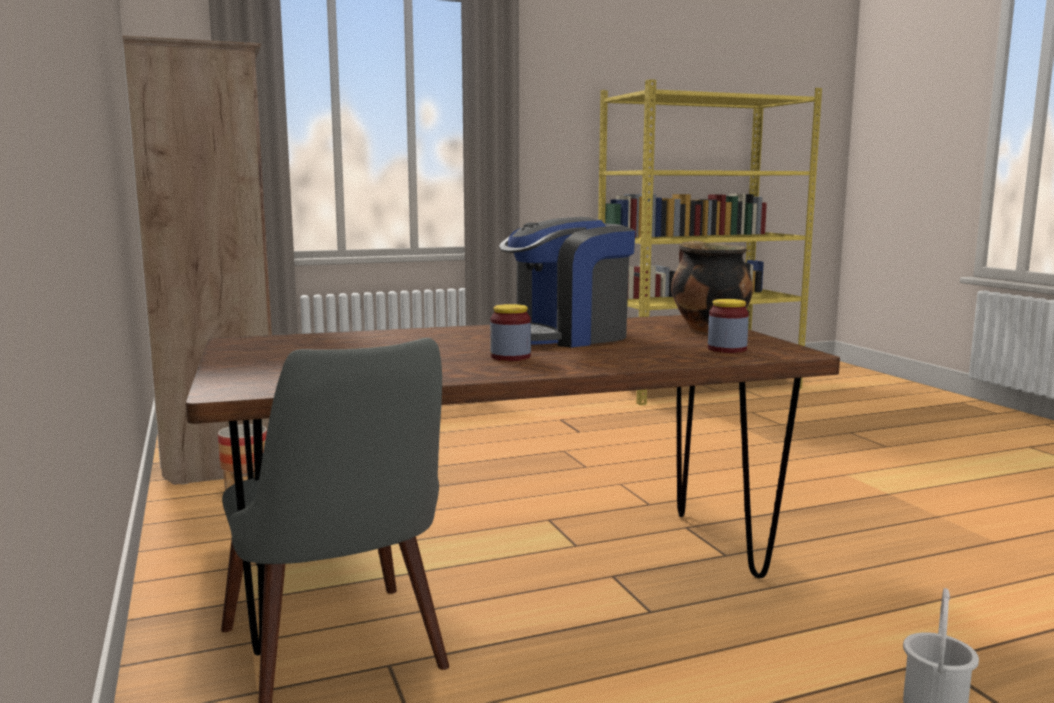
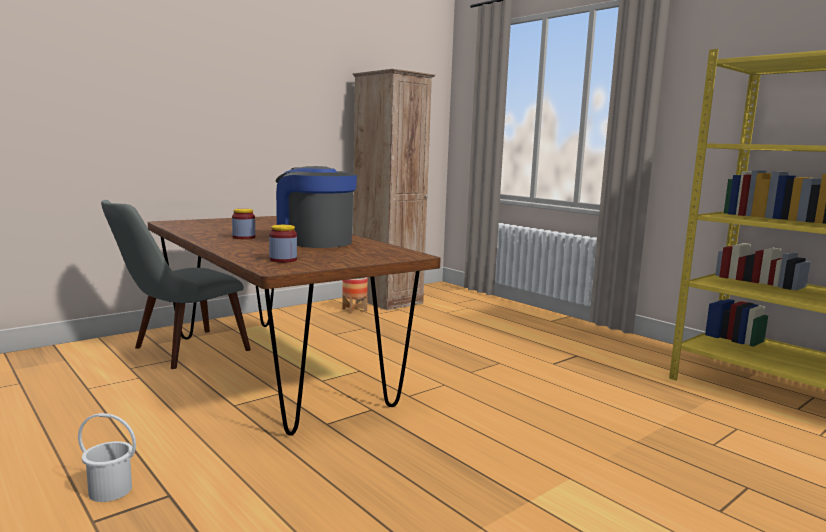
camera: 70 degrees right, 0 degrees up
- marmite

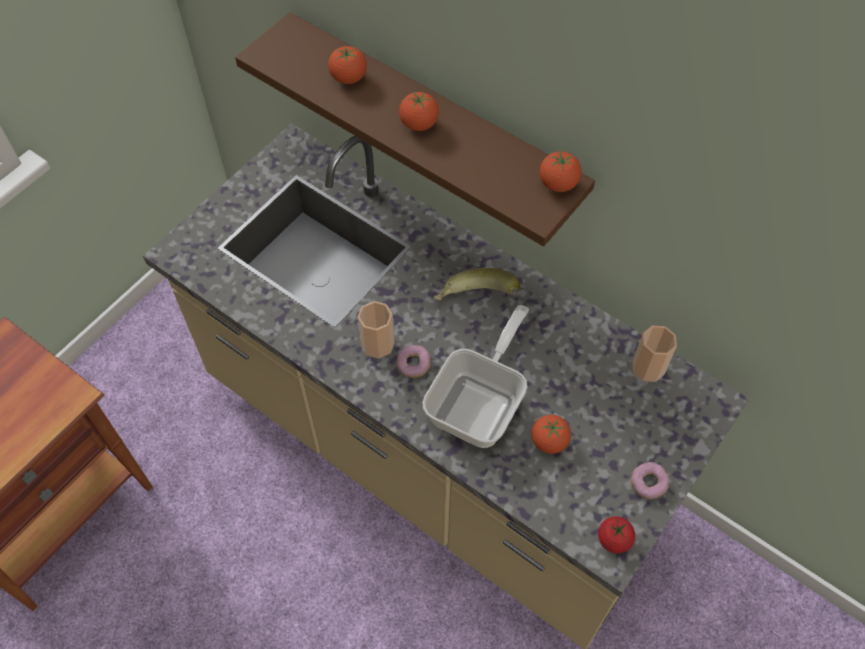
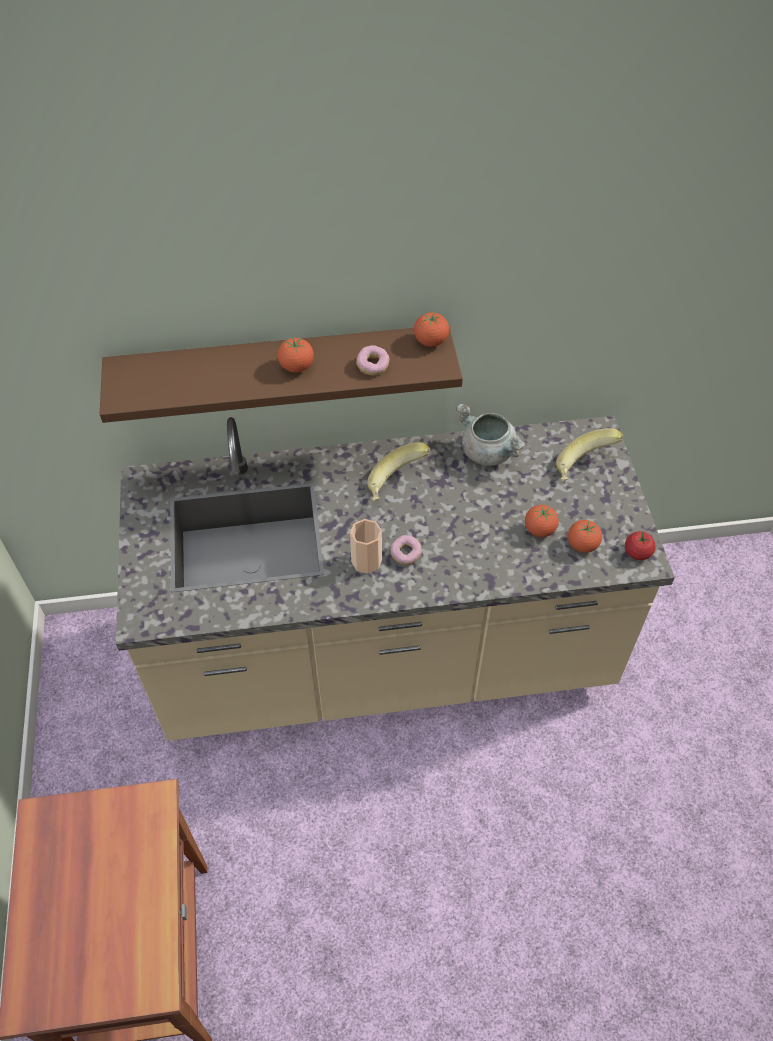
camera: 45 degrees left, 5 degrees down
~ beignet (2nd from left in the first image) to beignet (1st from left)
+ marmite (gris)
+ banane (2nd from left)
~ tomate (1st from left in the first image) to tomate (4th from left)
- poêle
- tasse (2nd from left)

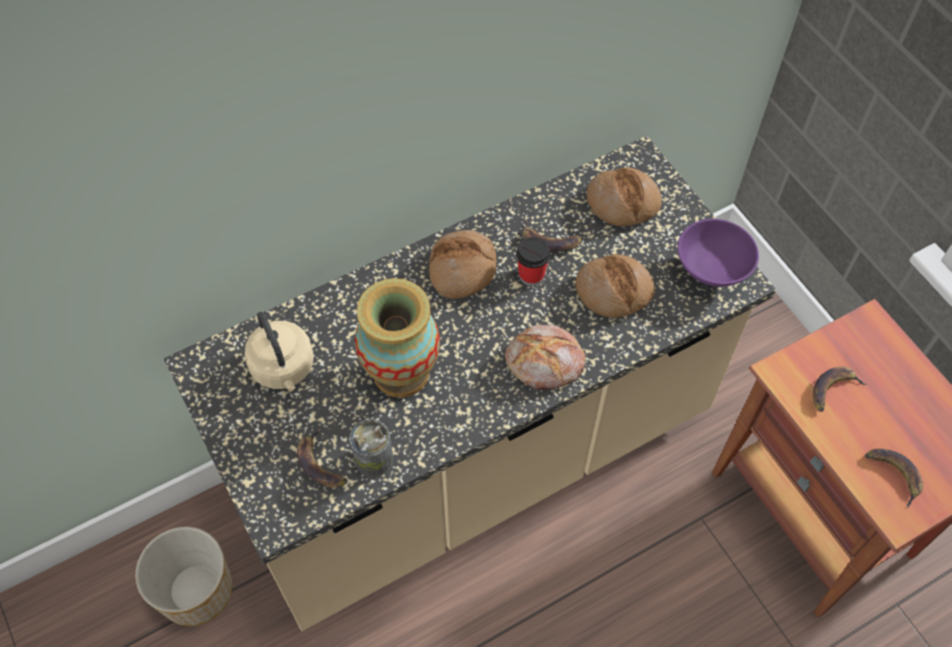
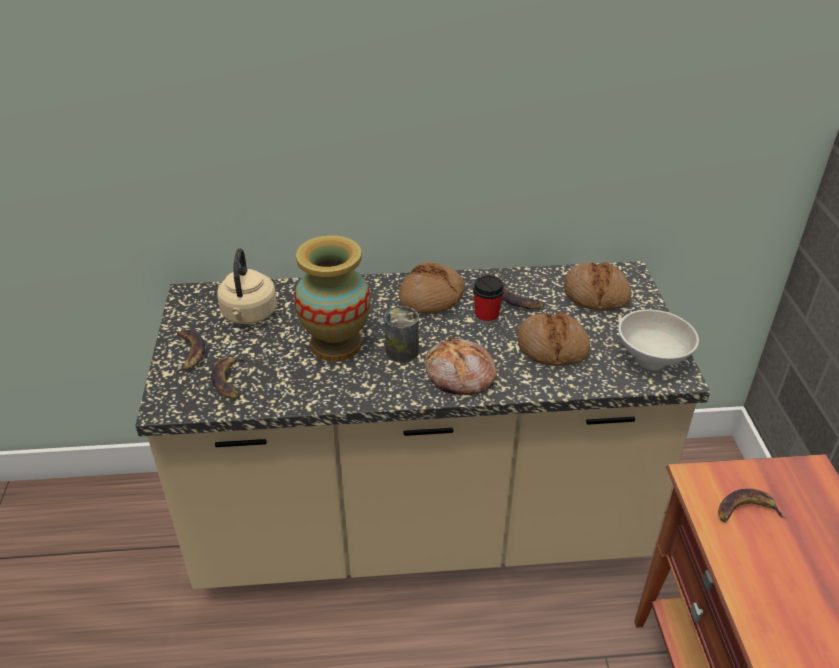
camera: 25 degrees right, 20 degrees down
~ banane (4th from left in the first image) to banane (1st from left)
~ boîte métallique
~ bol (violet) to bol (blanc)
- cache-pot

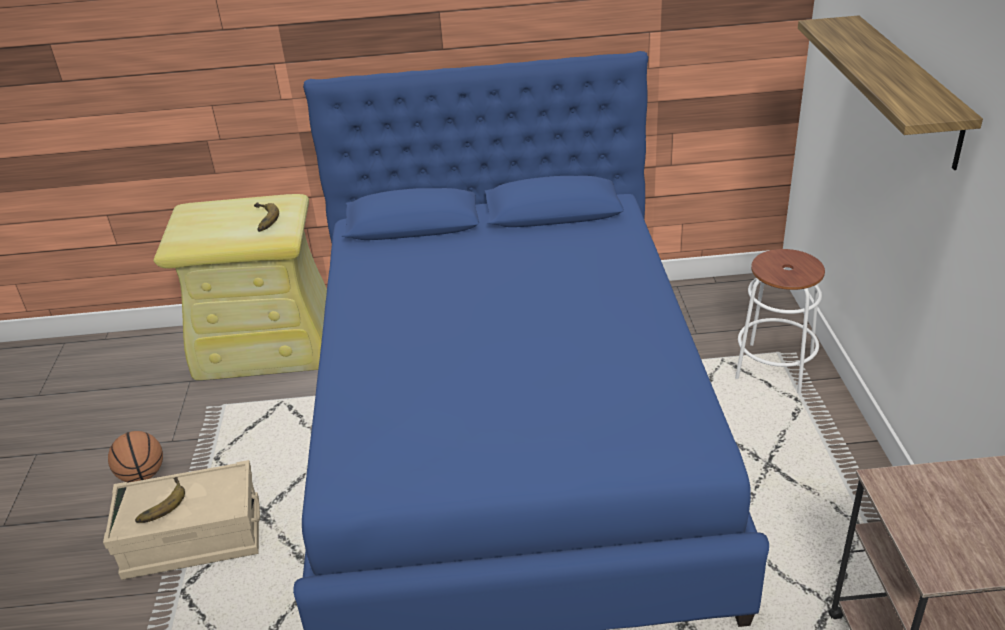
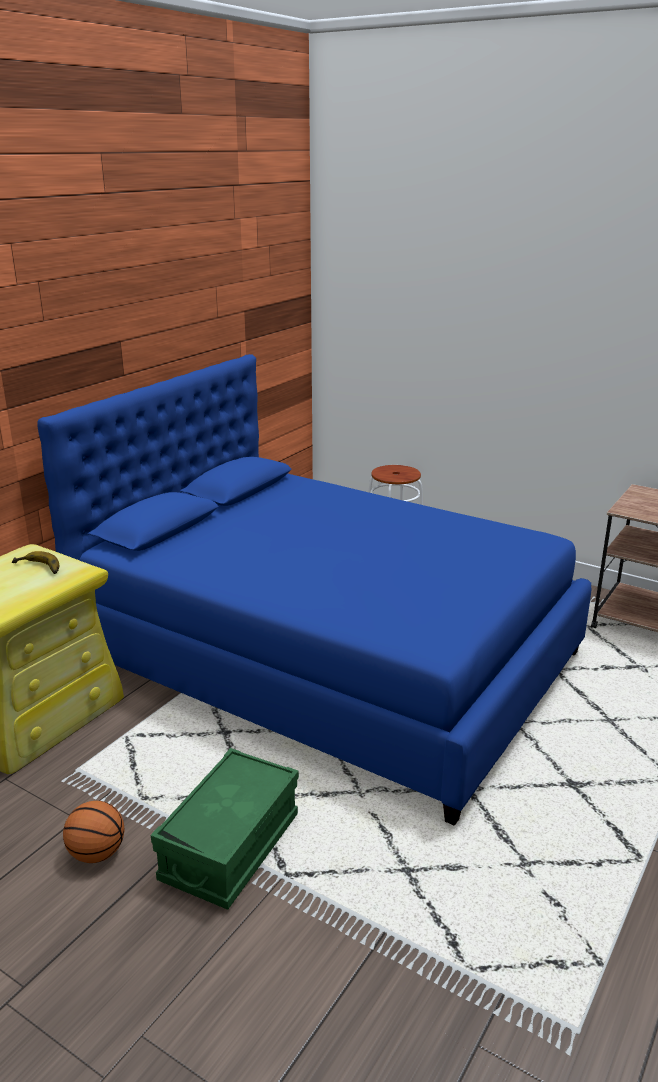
camera: 55 degrees left, 10 degrees down
~ boîte de rangement (beige) to boîte de rangement (vert)
- banane (1st from left)
- étagère

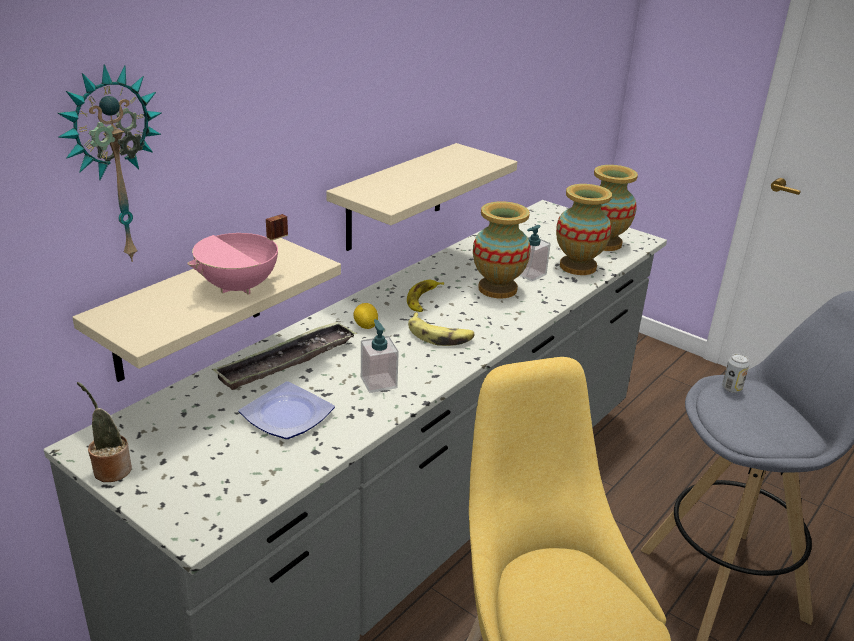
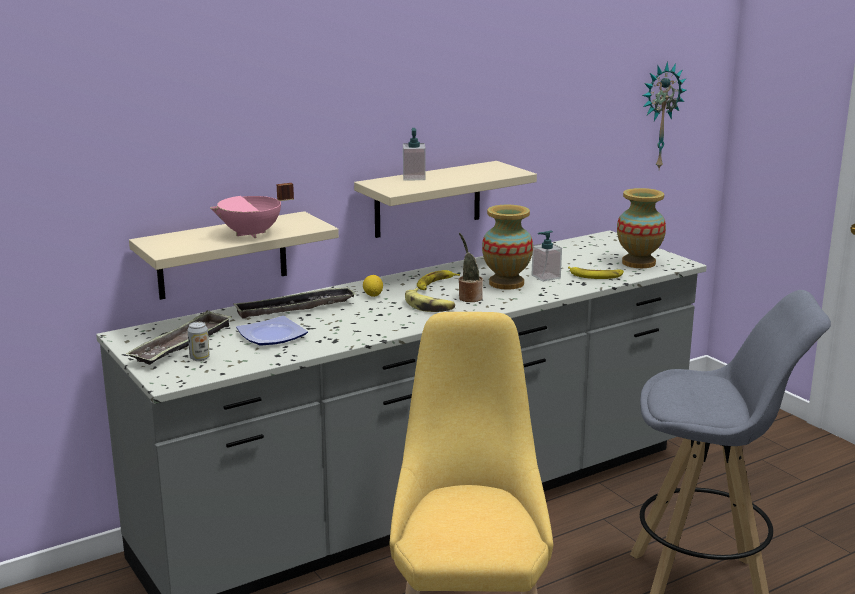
camera: 20 degrees right, 10 degrees down
+ plateau (1st from left)
~ boîte métallique
~ distributeur de savon (1st from left)
~ plante en pot
~ vase (2nd from left) to banane (3rd from left)
~ horloge murale

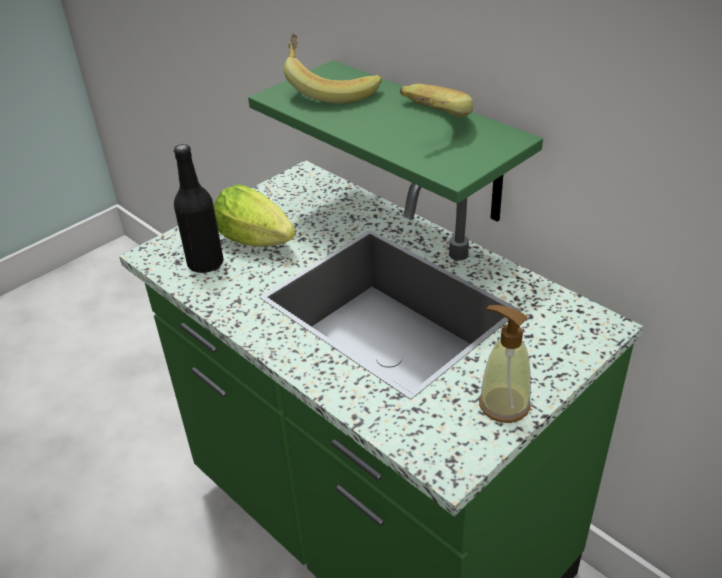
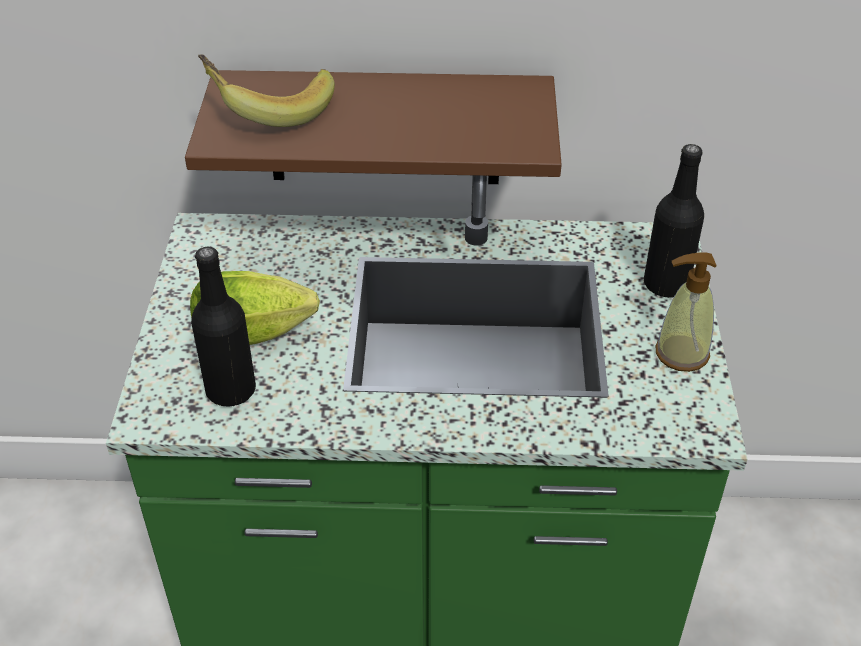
camera: 45 degrees left, 5 degrees up
~ étagère (vert) to étagère (marron)
+ bouteille (noir) (2nd from left)
- banane (2nd from left)

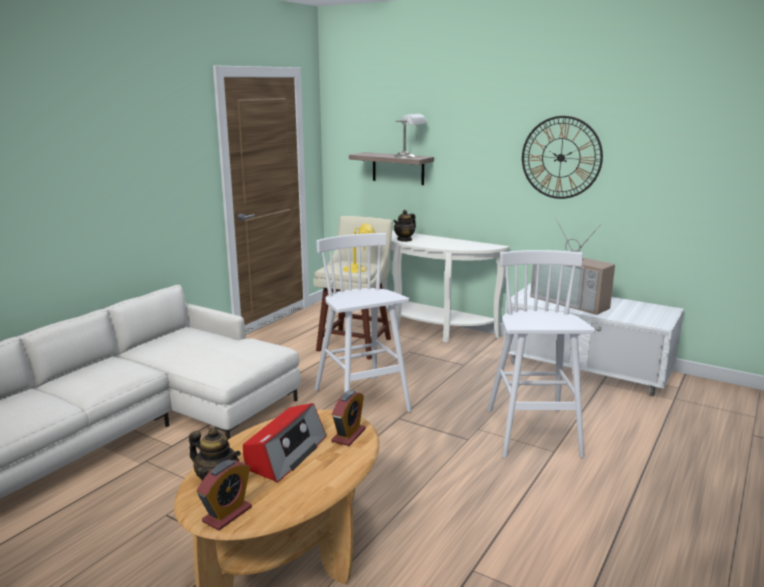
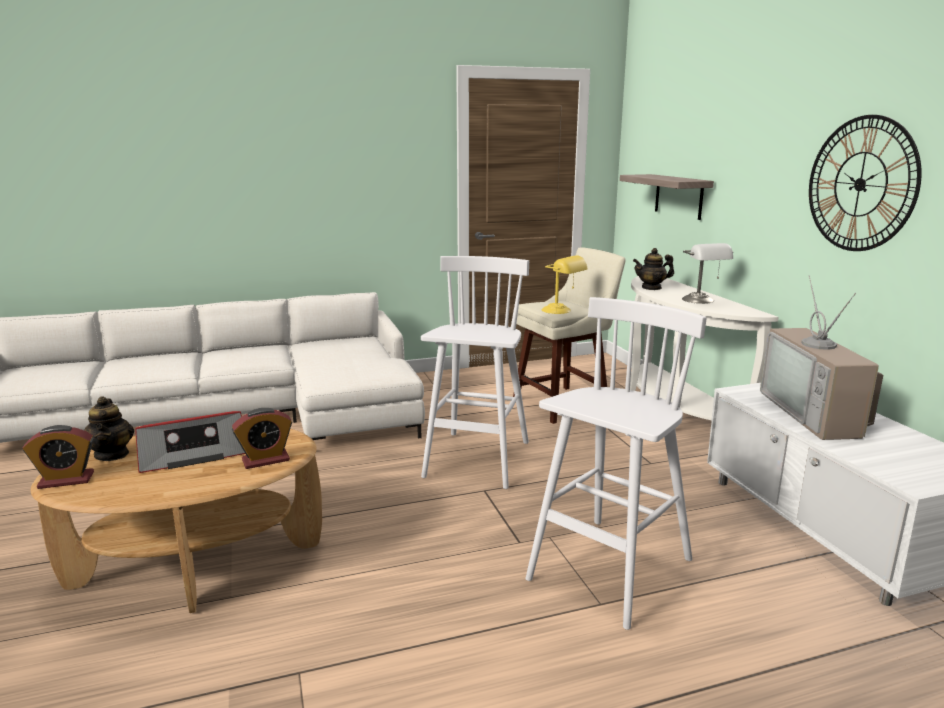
camera: 40 degrees right, 0 degrees up
~ lampe de table (blanc)

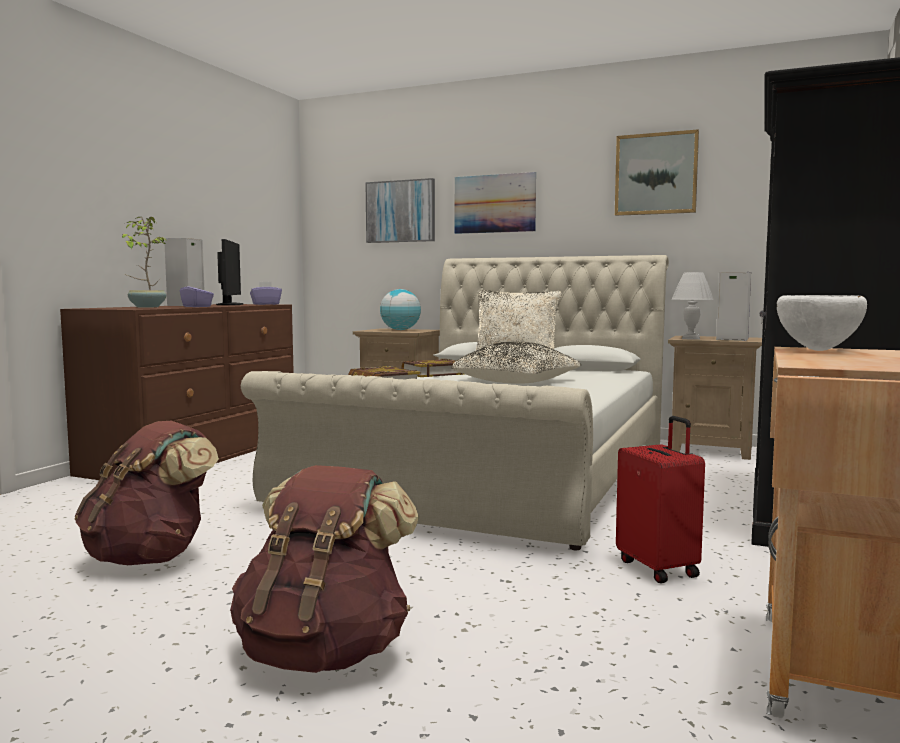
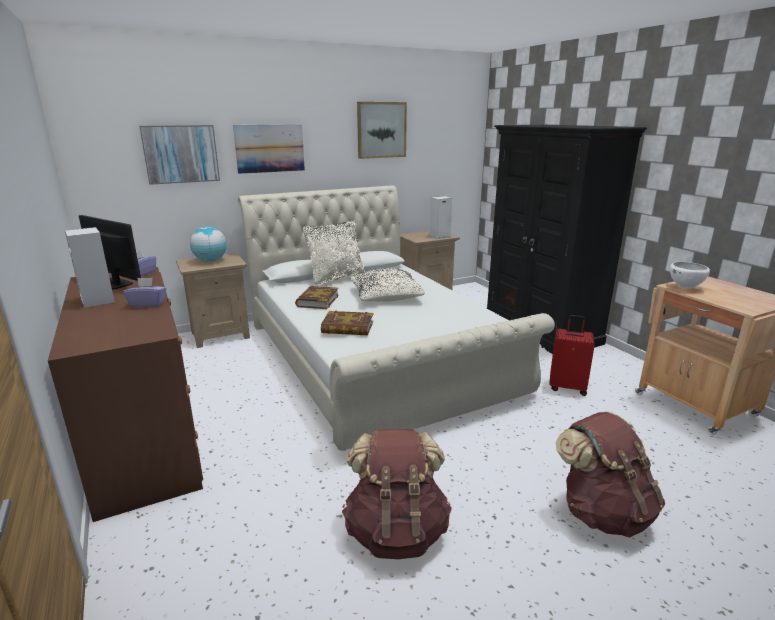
camera: 50 degrees left, 15 degrees up
- plante en pot
- lampe de table (blanc)

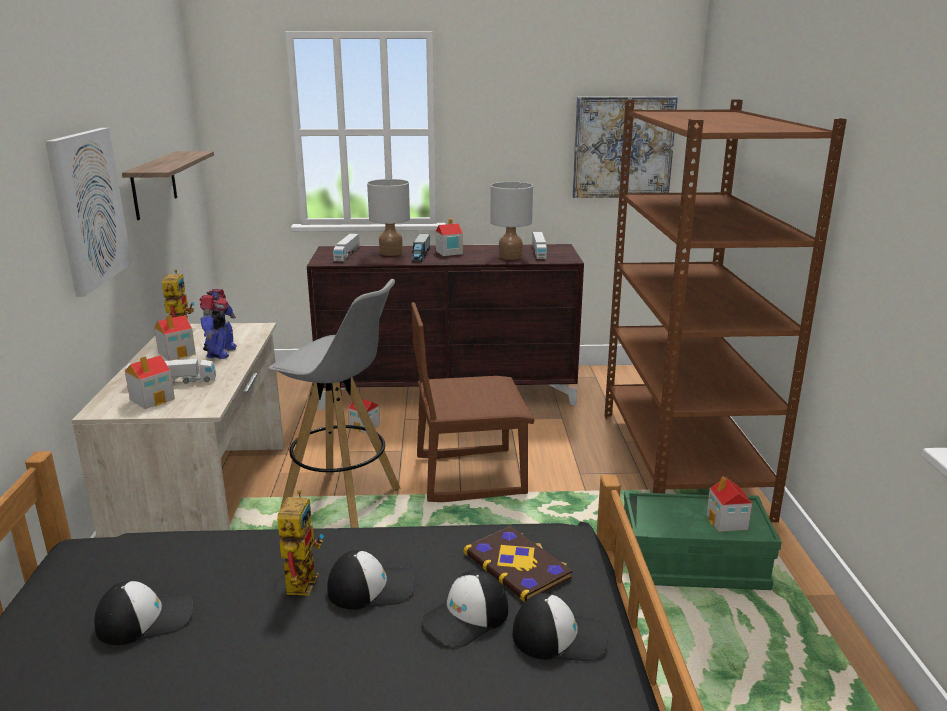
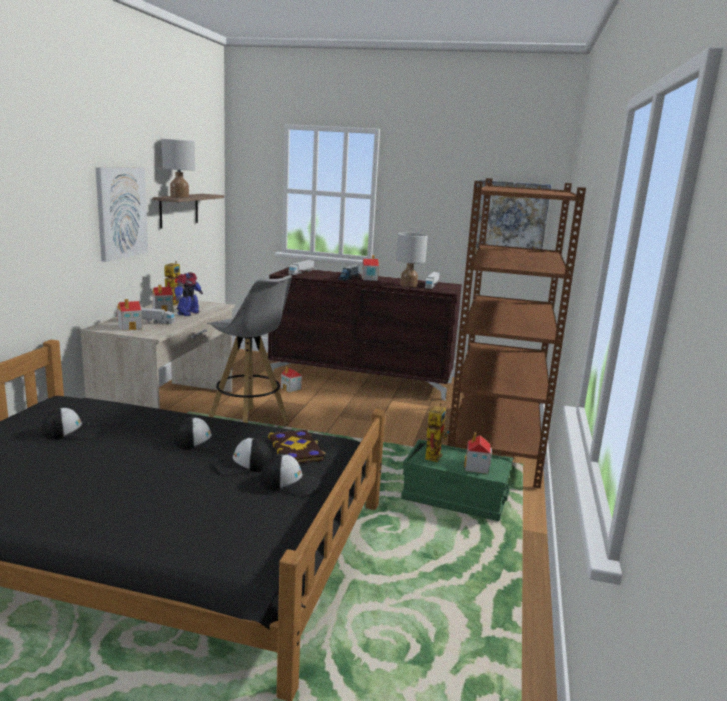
camera: 15 degrees right, 5 degrees down
~ lampe de table (gris) (1st from left)
~ robot jouet (3rd from left)
- chaise (marron)

